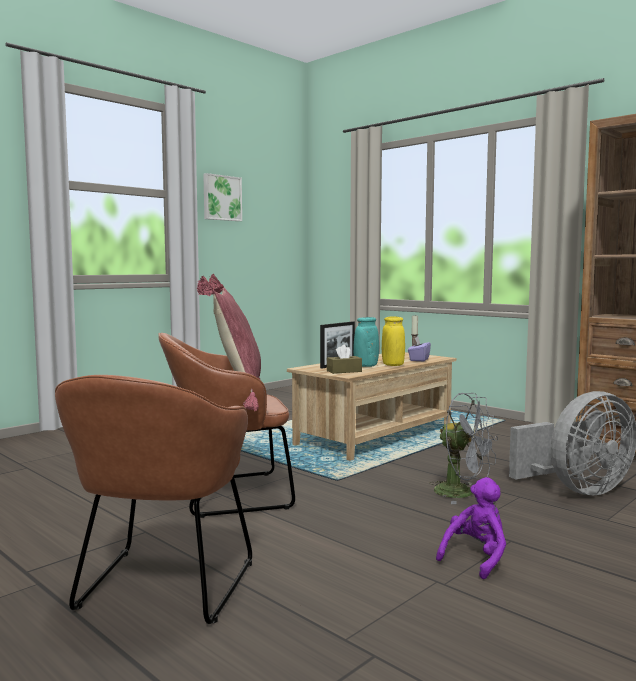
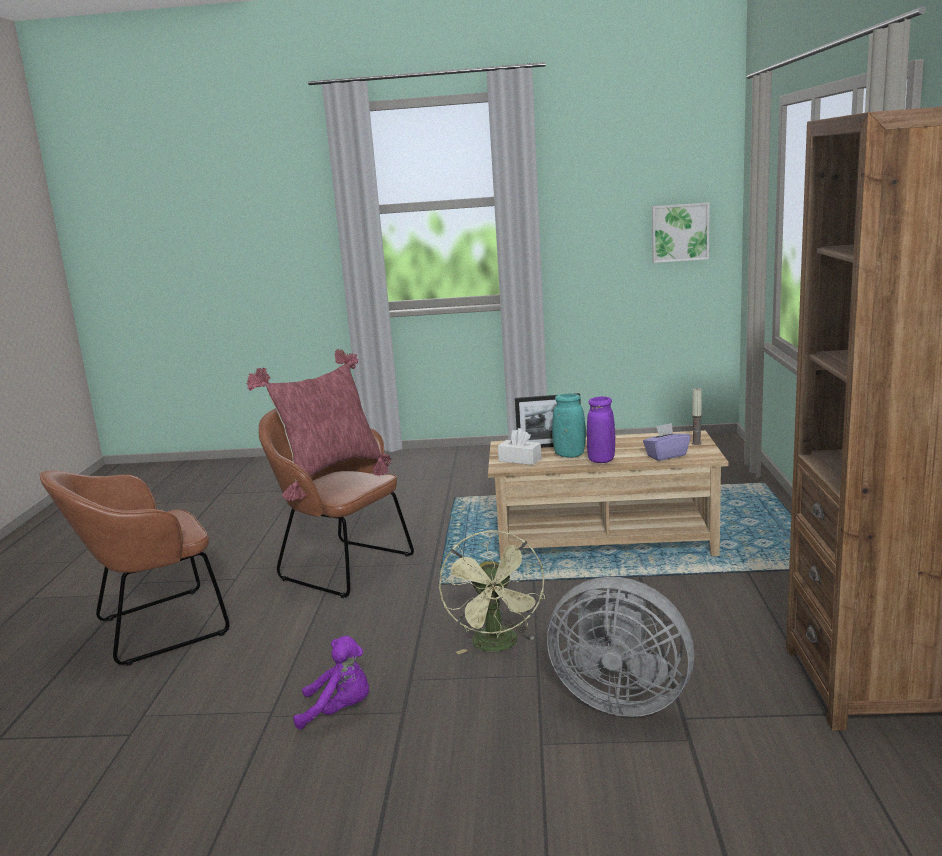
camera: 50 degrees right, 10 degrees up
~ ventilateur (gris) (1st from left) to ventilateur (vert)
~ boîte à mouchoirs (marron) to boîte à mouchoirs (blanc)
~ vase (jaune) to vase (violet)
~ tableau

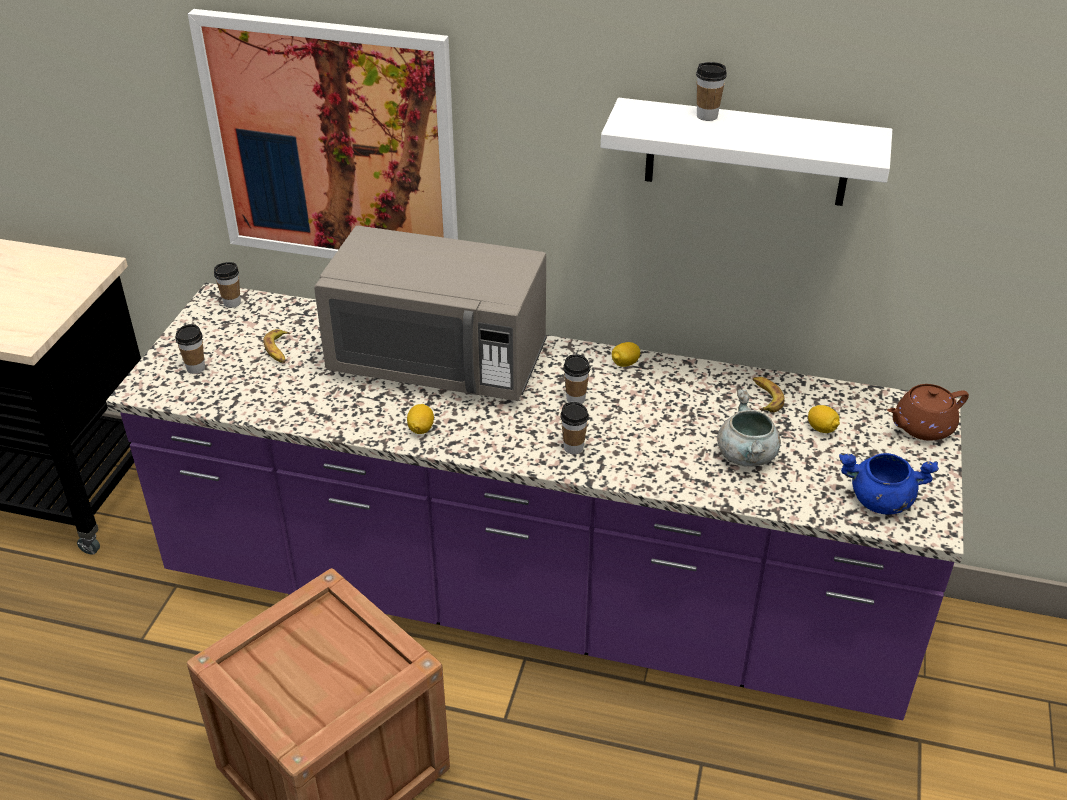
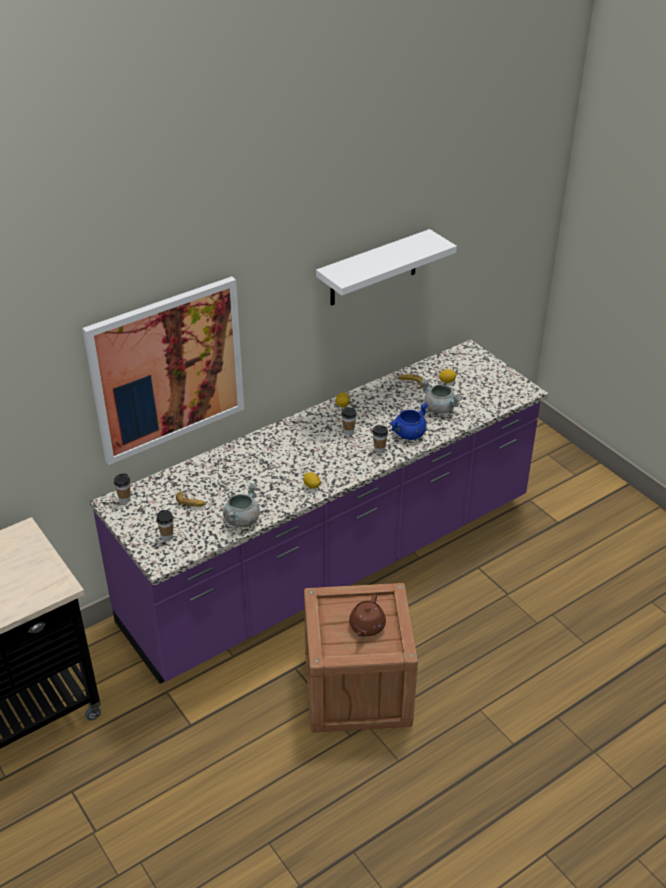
camera: 50 degrees left, 0 degrees up
+ marmite (gris) (1st from left)
~ théière (marron)
~ marmite (bleu)
- micro-ondes (gris)
- tasse (5th from left)

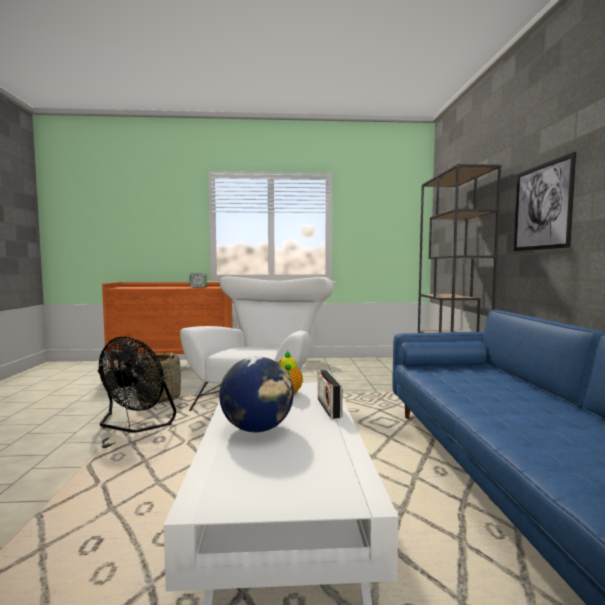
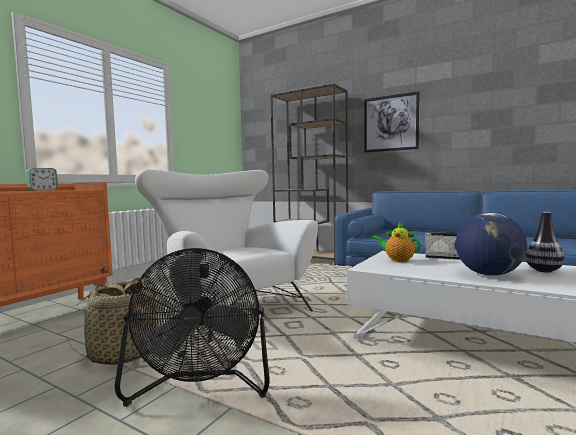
camera: 55 degrees left, 0 degrees up
~ ventilateur (noir) 150 degrees counterclockwise
+ vase

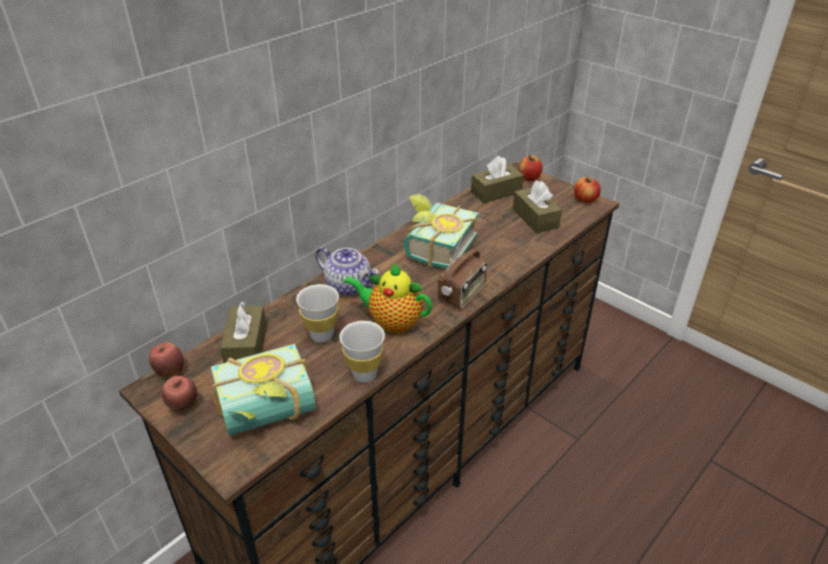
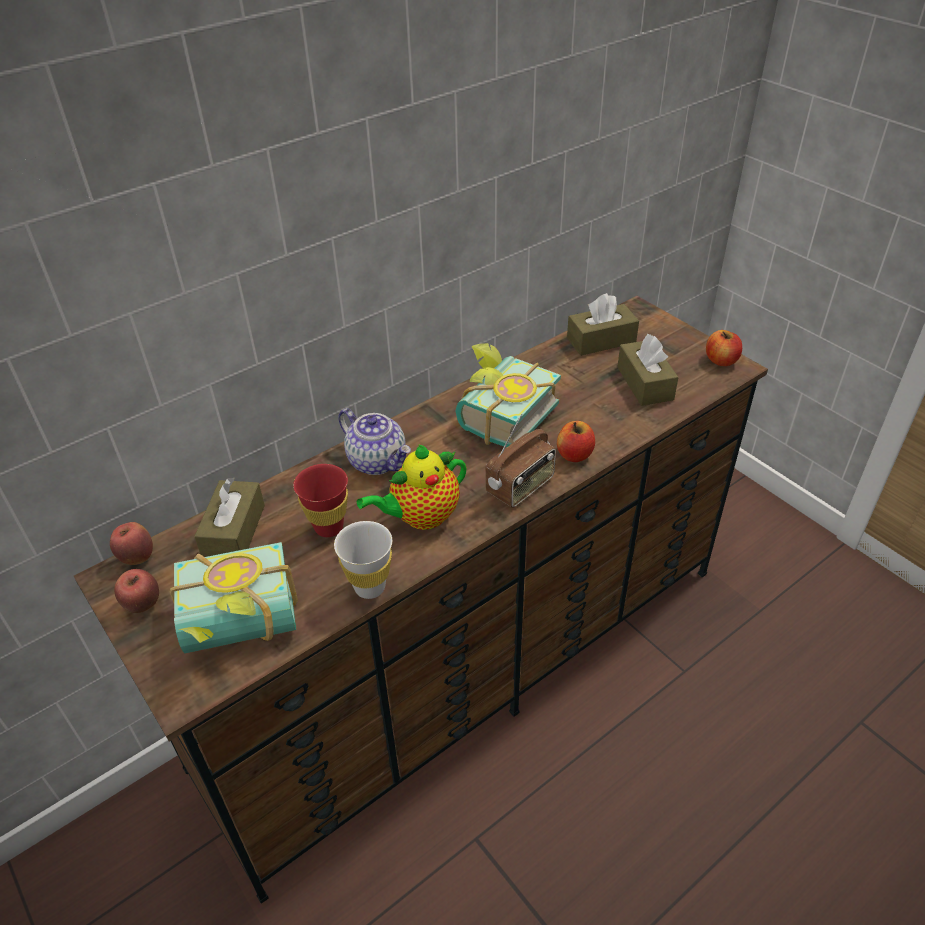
camera: 10 degrees right, 5 degrees up
~ tasse (blanc) (1st from left) to tasse (rouge)
~ théière (2nd from left) 60 degrees counterclockwise
~ pomme (3rd from left)

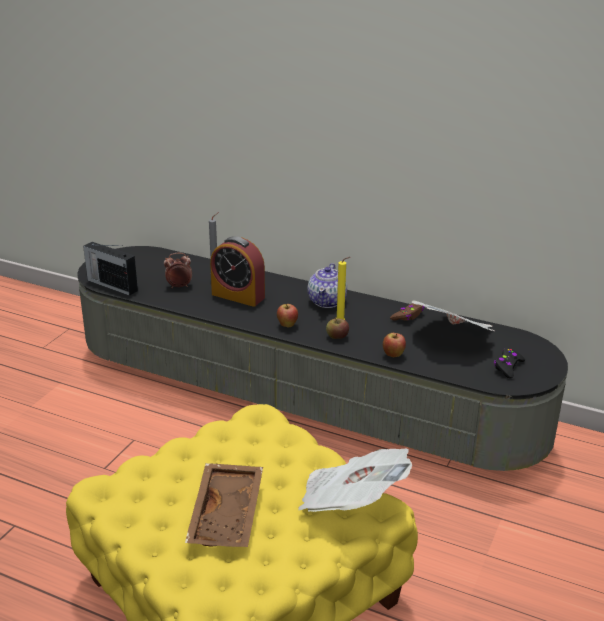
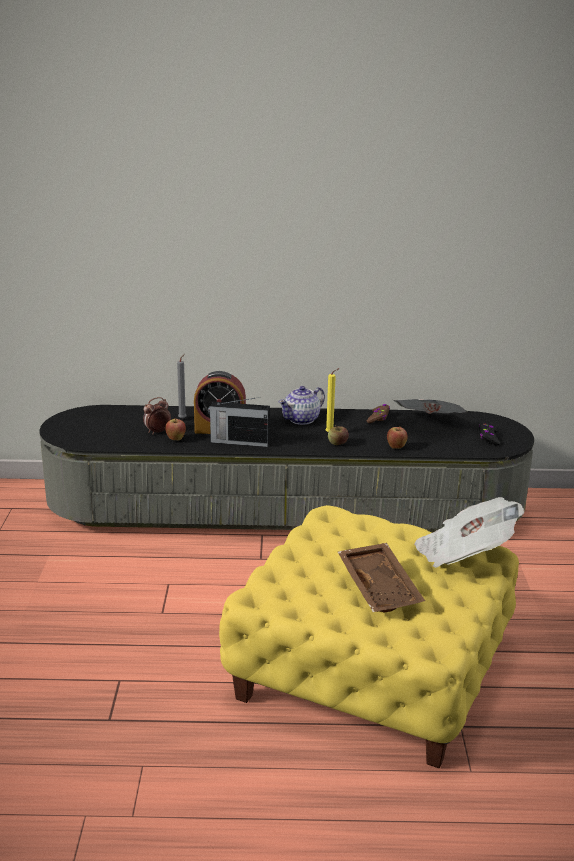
camera: 25 degrees left, 5 degrees down
~ pomme (1st from left)
~ radio
~ théière 60 degrees clockwise

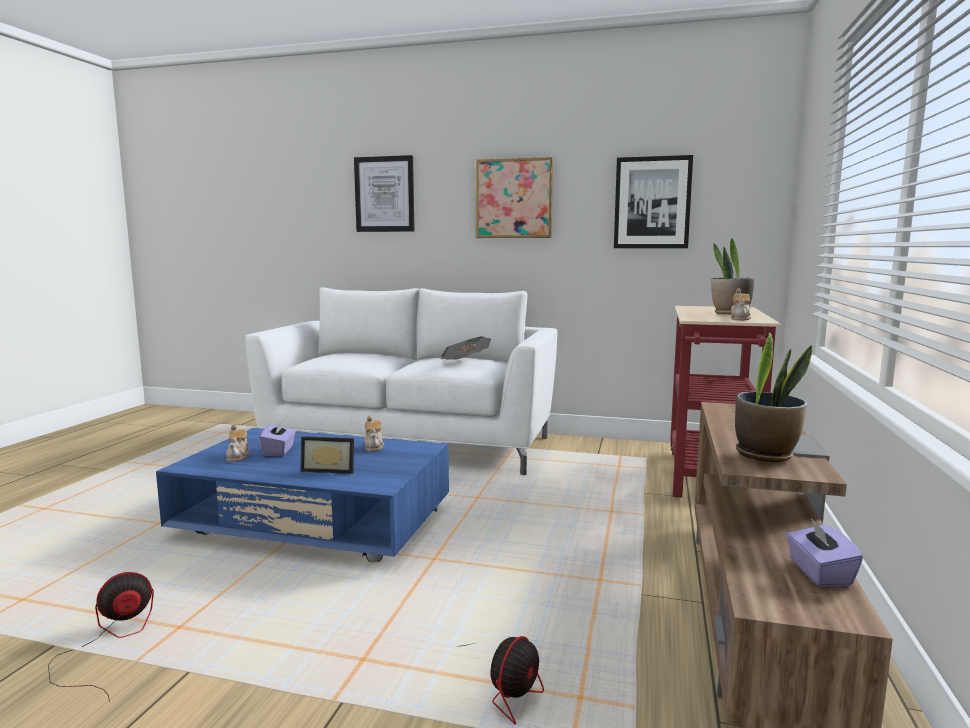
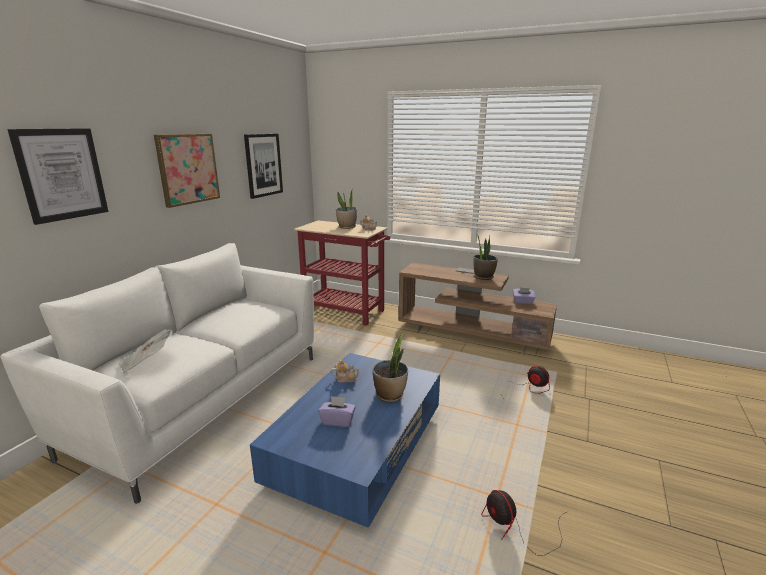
camera: 80 degrees left, 10 degrees up
~ journal
~ cadre photo to plante en pot (2nd from left)
- théière (1st from left)

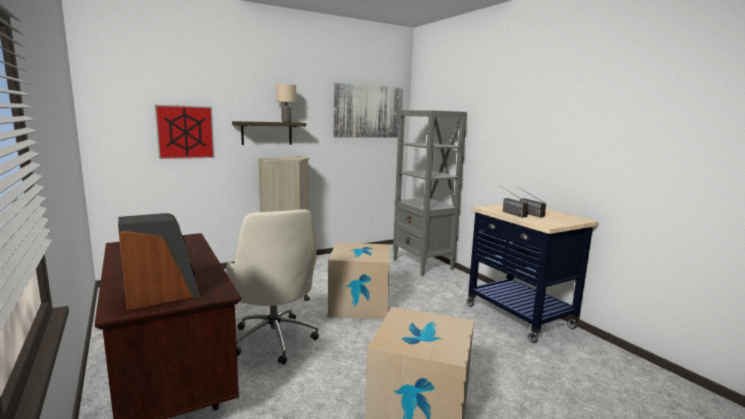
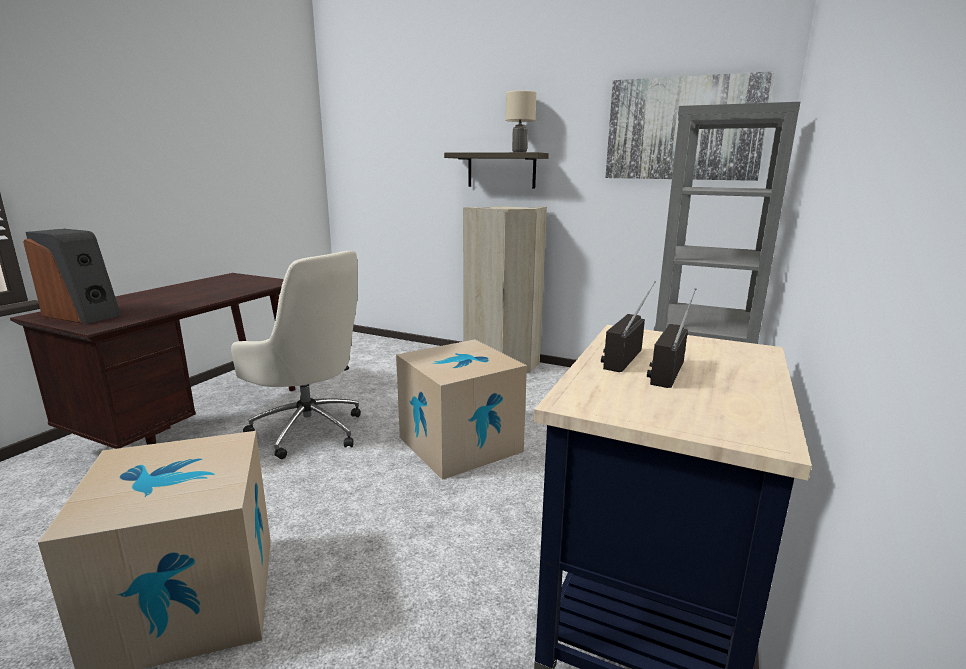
camera: 55 degrees right, 5 degrees up
~ chaise de bureau (beige) 90 degrees counterclockwise
- tableau (1st from left)

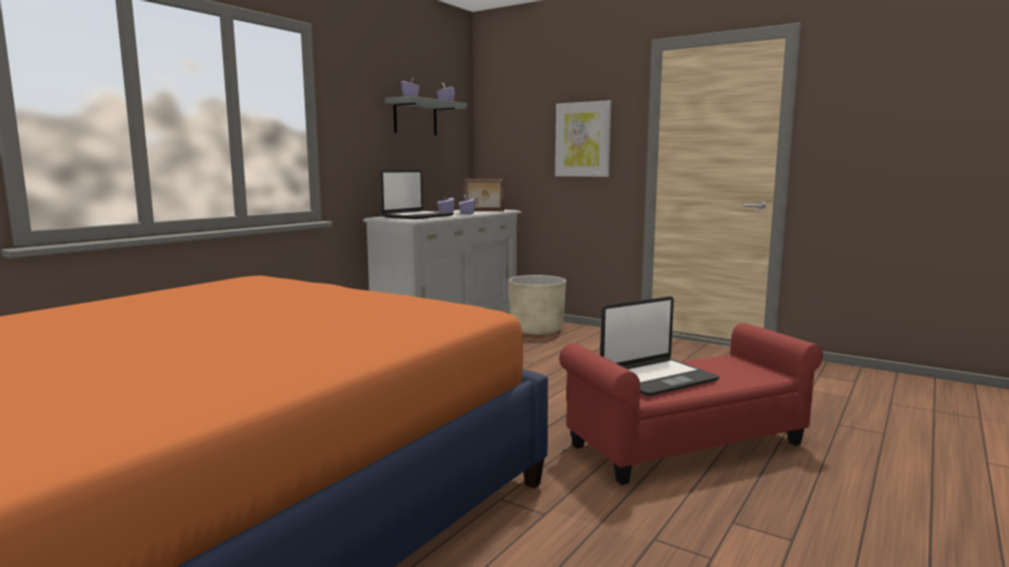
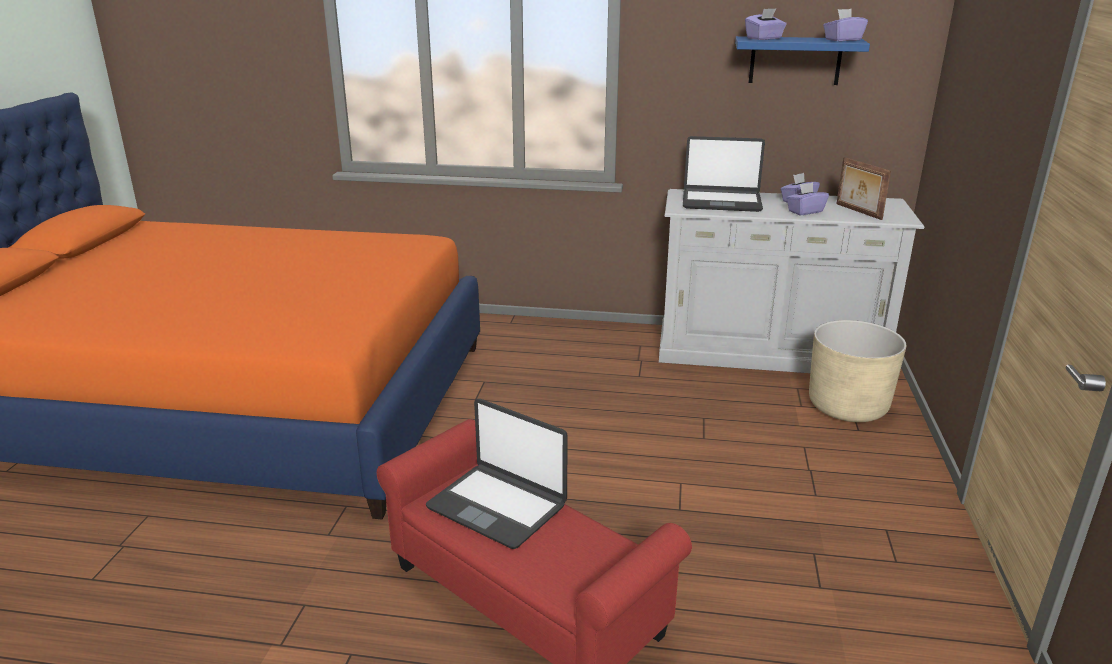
camera: 65 degrees right, 15 degrees up
~ étagère (gris) to étagère (bleu)
- tableau

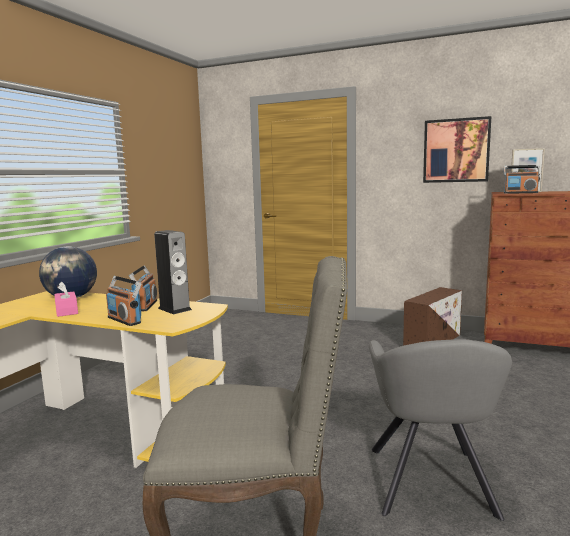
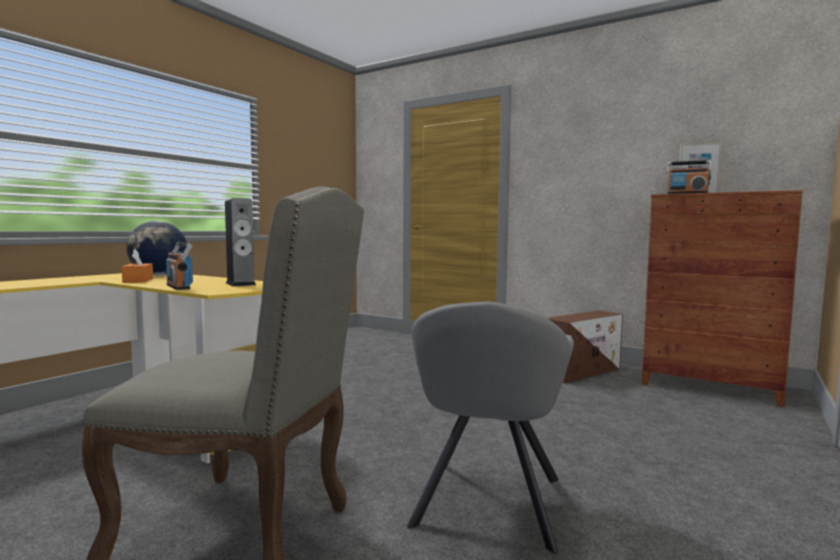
camera: 10 degrees right, 5 degrees down
~ boîte à mouchoirs (rose) to boîte à mouchoirs (orange)
- radio (2nd from left)
- tableau

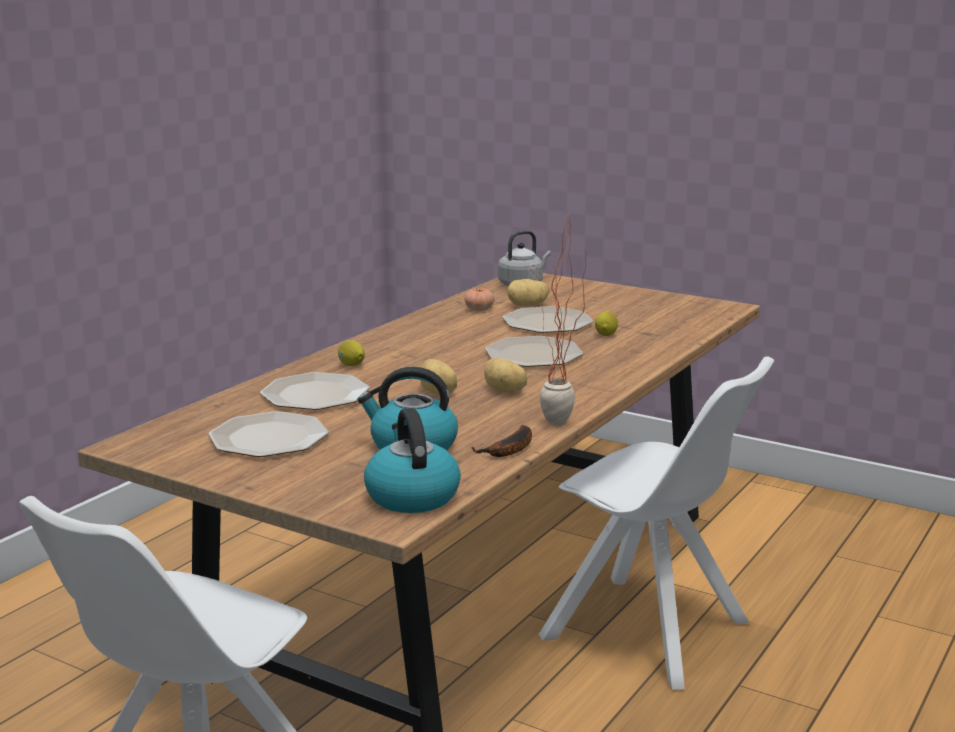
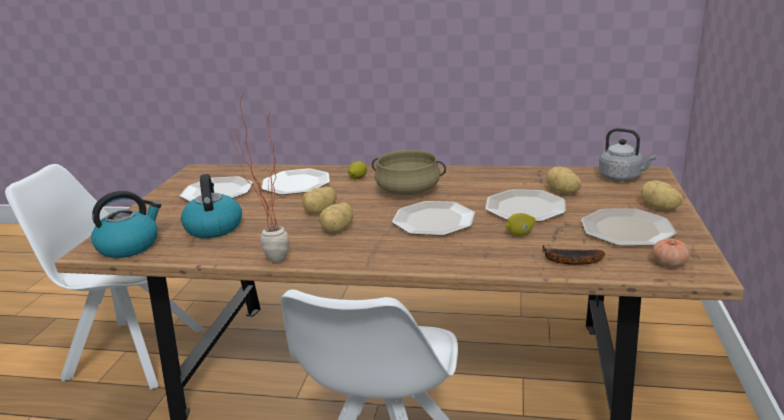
camera: 70 degrees right, 5 degrees up
+ marmite (beige)
~ banane
+ assiette (5th from left)
+ pomme de terre (4th from left)
~ tomate

